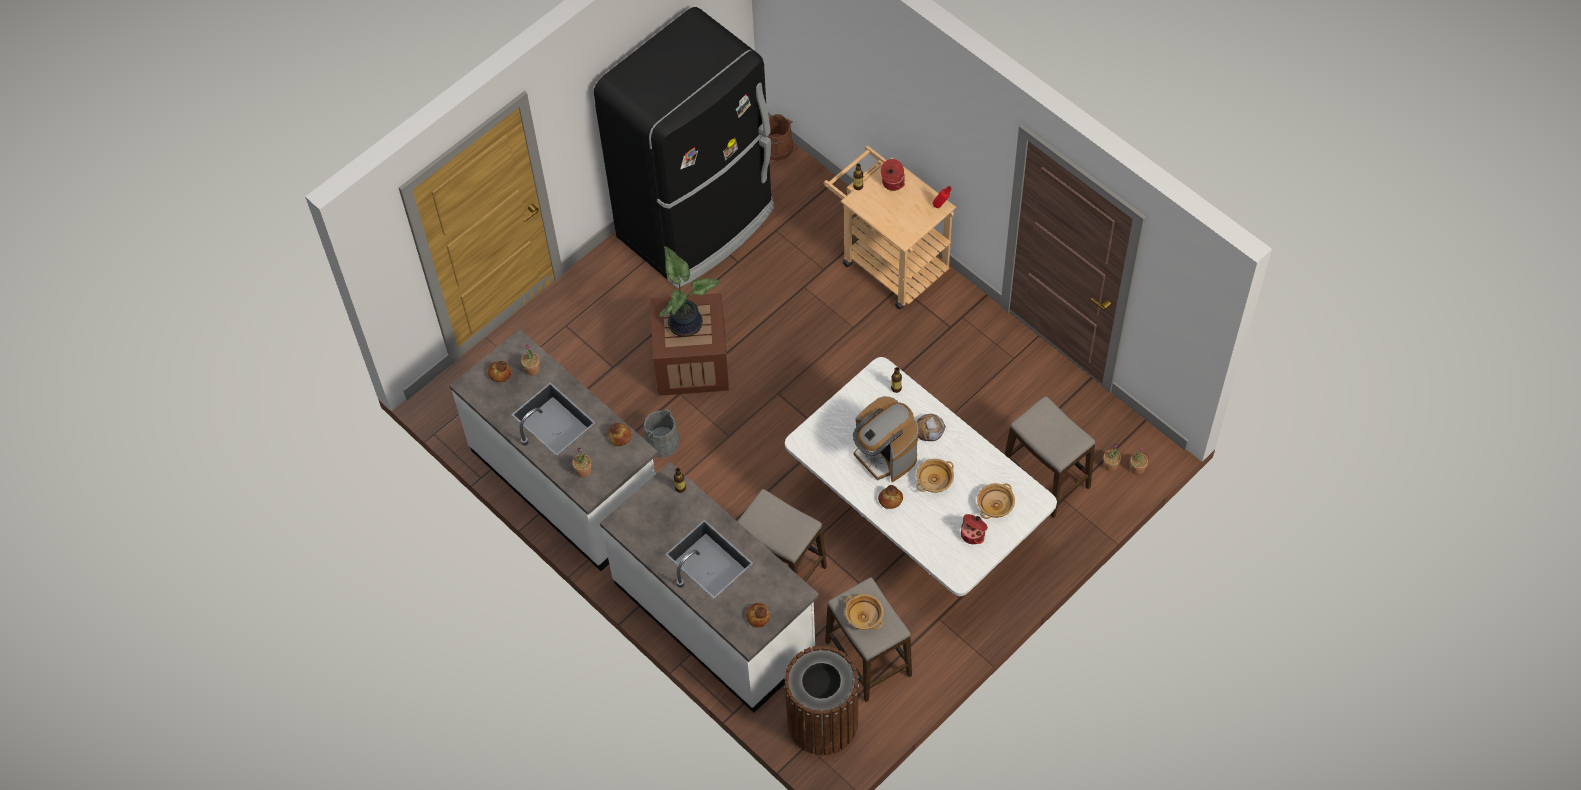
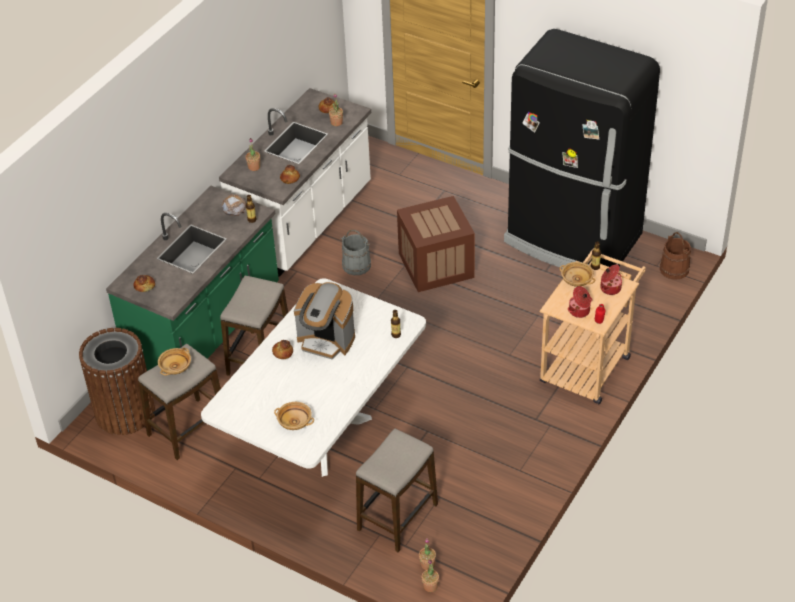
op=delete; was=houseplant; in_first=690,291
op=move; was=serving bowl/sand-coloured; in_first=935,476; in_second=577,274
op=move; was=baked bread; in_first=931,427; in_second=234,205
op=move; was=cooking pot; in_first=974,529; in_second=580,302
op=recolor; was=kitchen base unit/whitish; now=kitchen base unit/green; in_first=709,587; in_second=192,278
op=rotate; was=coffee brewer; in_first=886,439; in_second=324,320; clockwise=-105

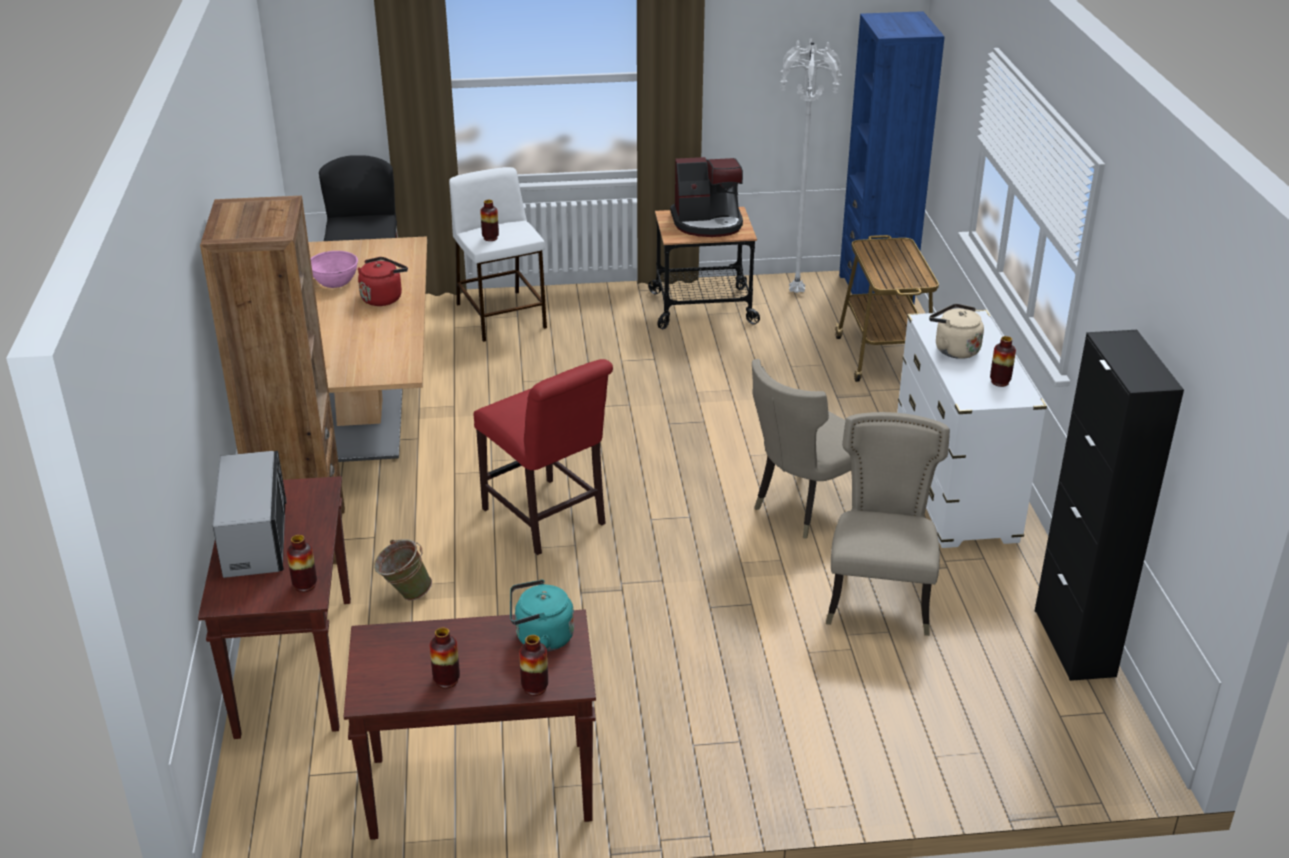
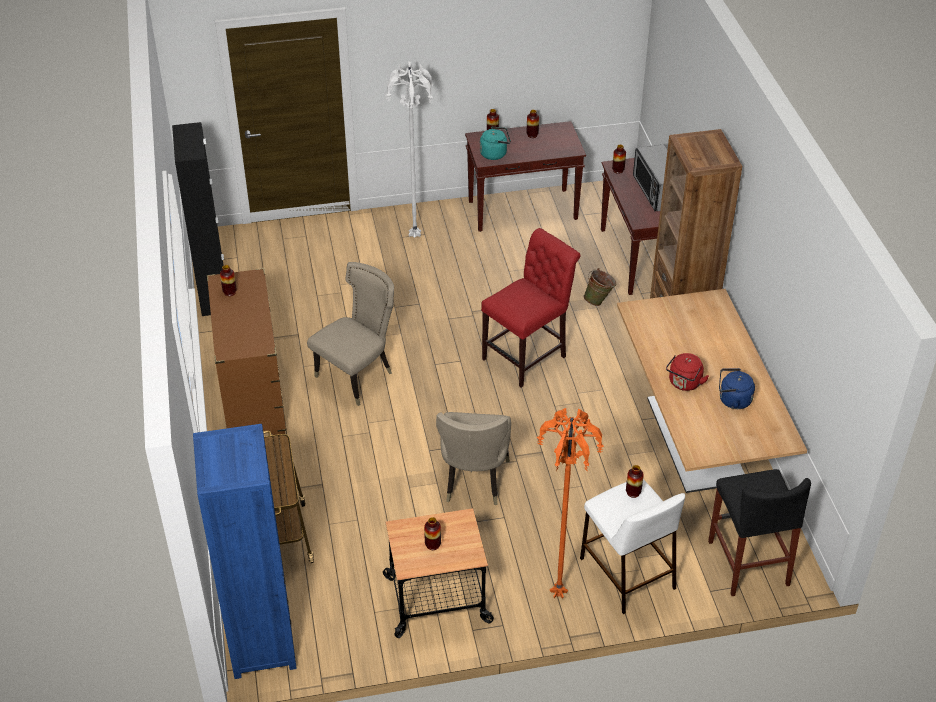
op=delete; was=water kettle/sand-coloured; in_first=956,331
op=insert; now=floor lamp/orange; in_second=570,503
op=move; was=floor lamp/whitish; in_first=811,166; in_second=409,150
op=move; was=chair/sand-coloured; in_first=888,524; in_second=473,458
op=replace; was=serving bowl/pink-coloured; now=water kettle/bluish; in_first=334,269; in_second=737,388
op=replace; was=coffee brewer; now=decorative vase; in_first=706,197; in_second=432,533
op=recolor; was=chest of drawers/whitish; now=chest of drawers/brown-coloured; in_first=972,429; in_second=246,351
op=rotate; was=chair/red-coloured; in_first=543,457; in_second=531,307; clockwise=90

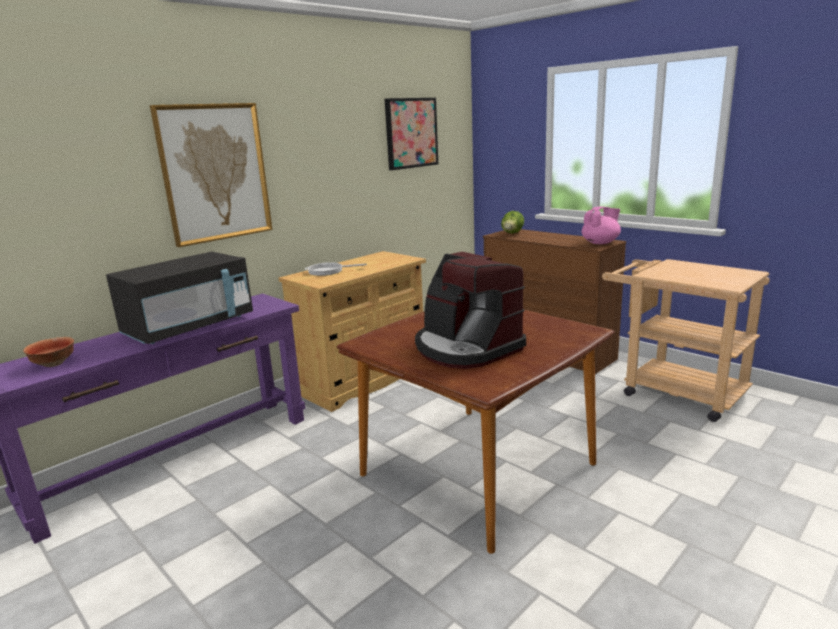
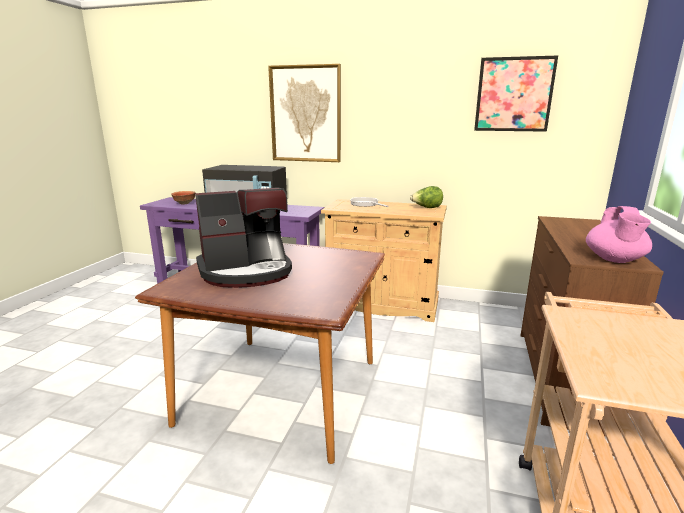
op=move; was=lettuce; in_first=512,222; in_second=426,197
op=rotate; was=coffee brewer; in_first=470,310; in_second=243,238; clockwise=-135
op=rotate; was=tea pot/pink-coloured; in_first=601,225; in_second=619,234; clockwise=75

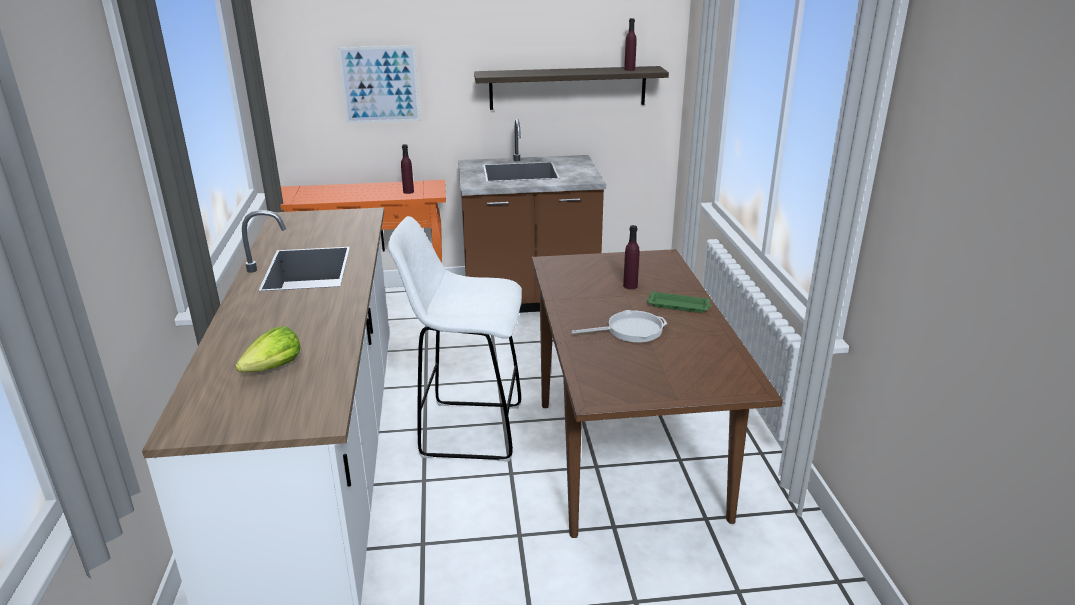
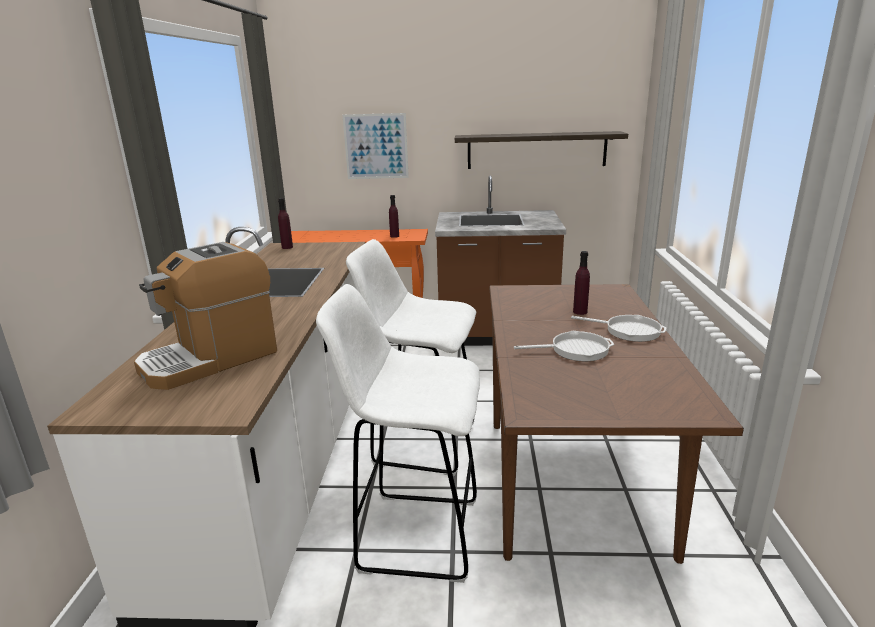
op=insert; now=stool seat/whitish; in_second=398,433
op=move; was=bottle/purplish; in_first=630,44; in_second=285,223
op=replace; was=lettuce; now=coffee brewer; in_first=268,349; in_second=205,316
op=replace; was=tray/green; now=skillet; in_first=679,302; in_second=618,328

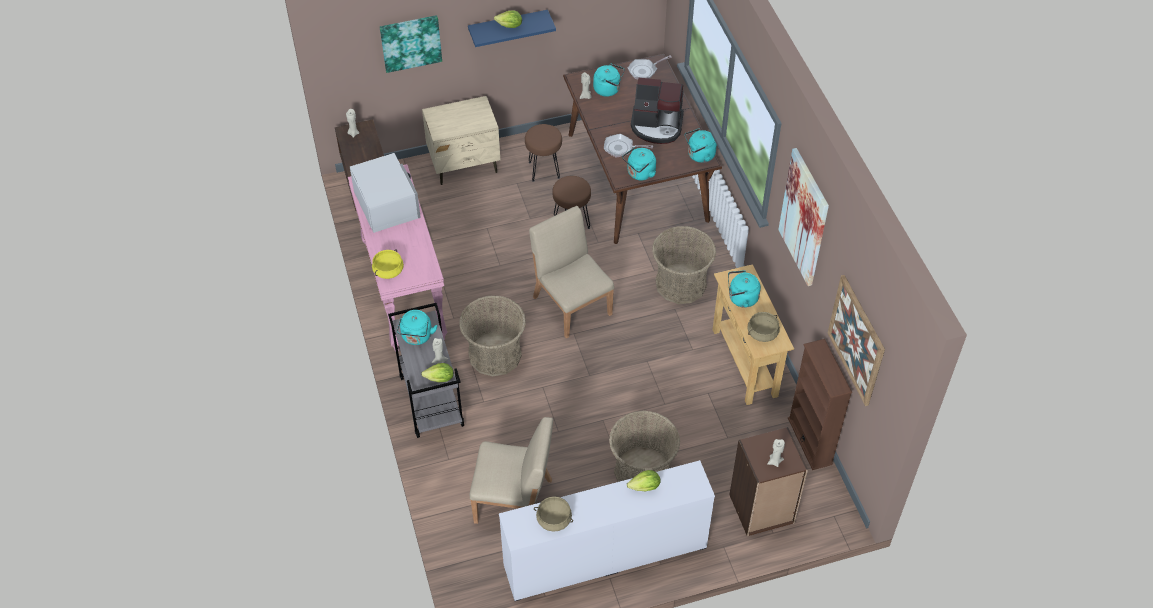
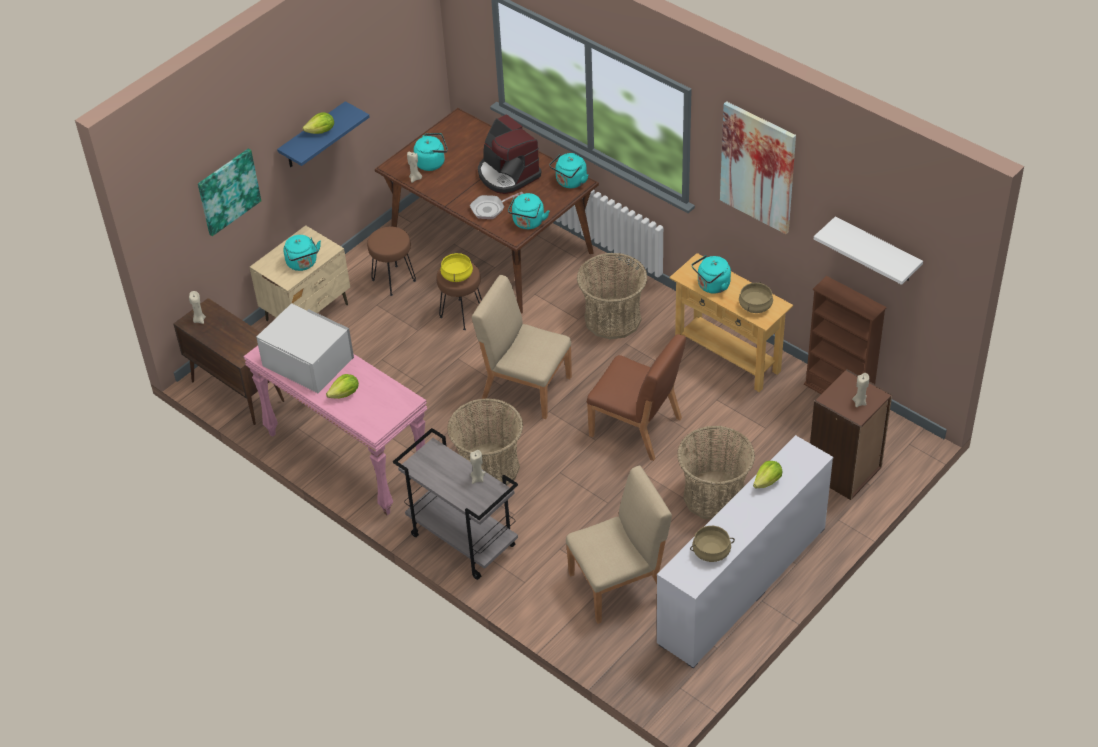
op=delete; was=skillet; in_first=650,67
op=insert; now=chair/brown-coloured; in_second=636,397
op=move; was=cooking pot/yellowish; in_first=388,264; in_second=456,267
op=move; was=water kettle/turquoise-coloured; in_first=417,327; in_second=302,253
op=move; was=lettuce; in_first=437,372; in_second=342,386
op=replace; was=wall art; now=wall shelf/whitish; in_first=856,340; in_second=868,251
op=rotate; was=coffee brewer; in_first=657,111; in_second=509,154; clockwise=75

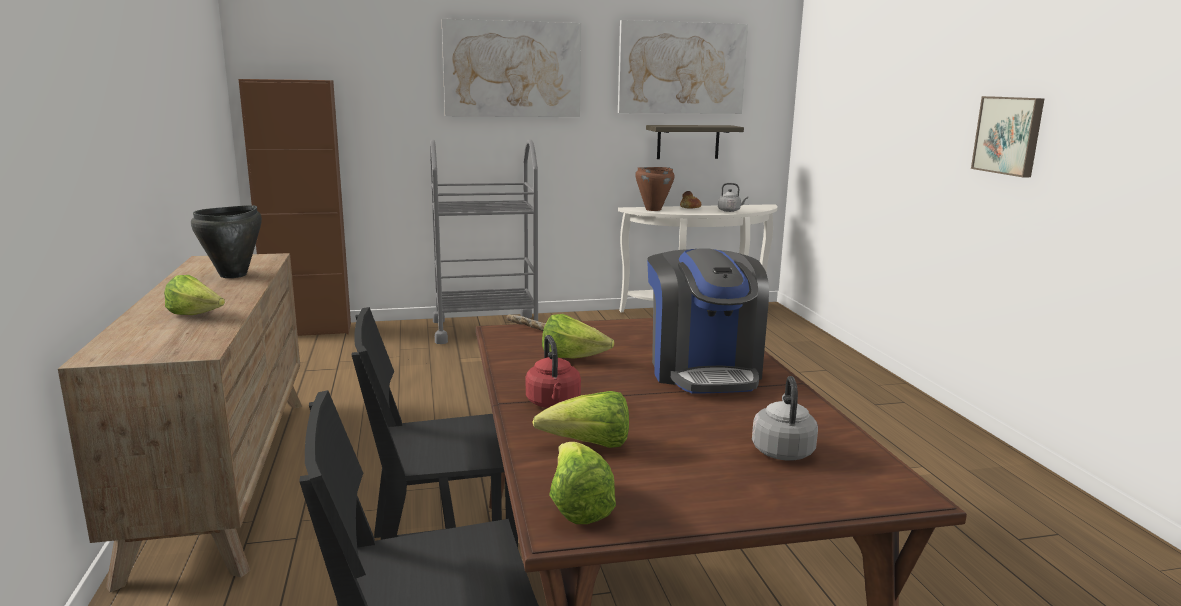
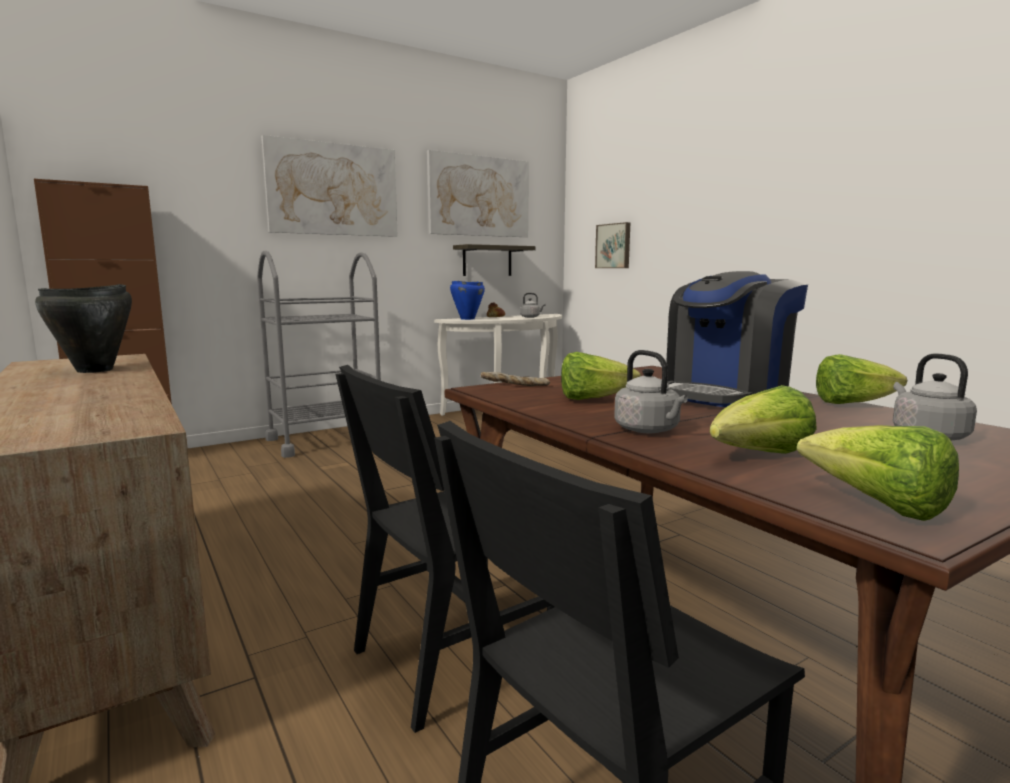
op=move; was=lettuce; in_first=194,295; in_second=861,379
op=move; was=wall art; in_first=1007,136; in_second=612,245
op=recolor; was=water kettle/red-coloured; now=water kettle/gray; in_first=553,371; in_second=651,391
op=recolor; was=cooking pot/brown-coloured; now=cooking pot/bluish; in_first=655,189; in_second=467,300
op=rotate; was=coffee brewer; in_first=708,321; in_second=737,339; clockwise=75

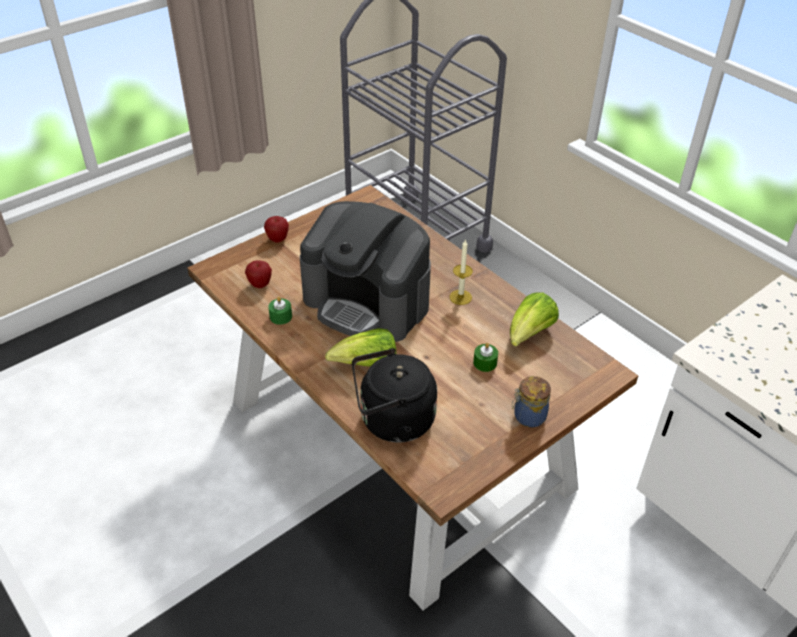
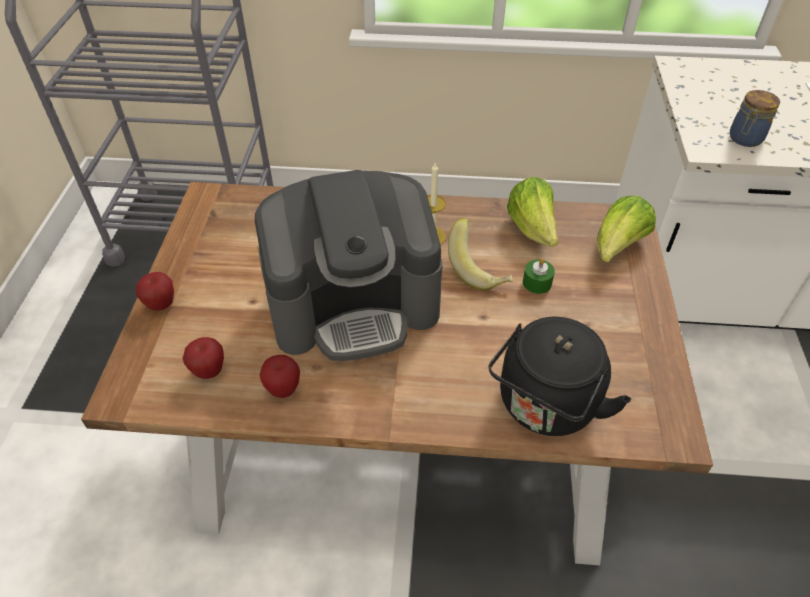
op=insert; now=banana; in_second=480,254
op=move; was=lettuce; in_first=360,347; in_second=626,229
op=move; was=jar; in_first=531,401; in_second=755,118
op=replace; was=wax light/green; now=apple fruit; in_first=280,310; in_second=280,376

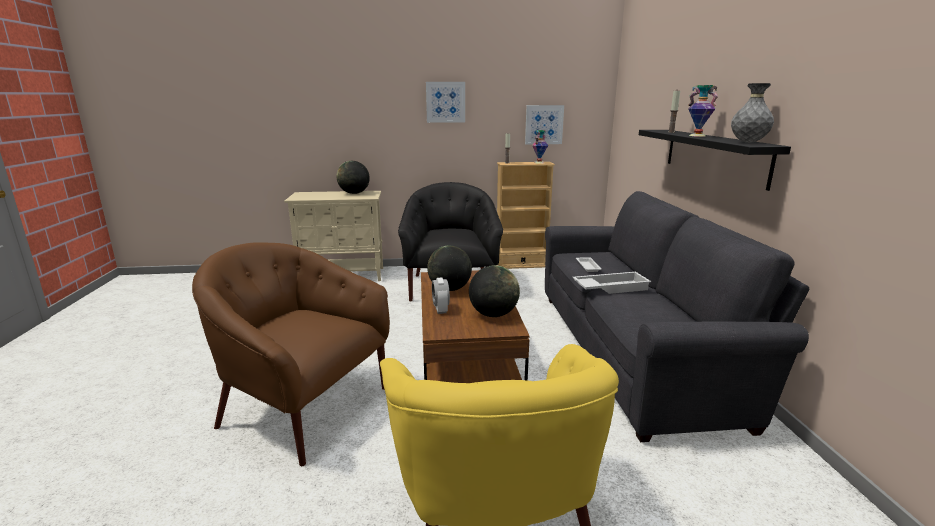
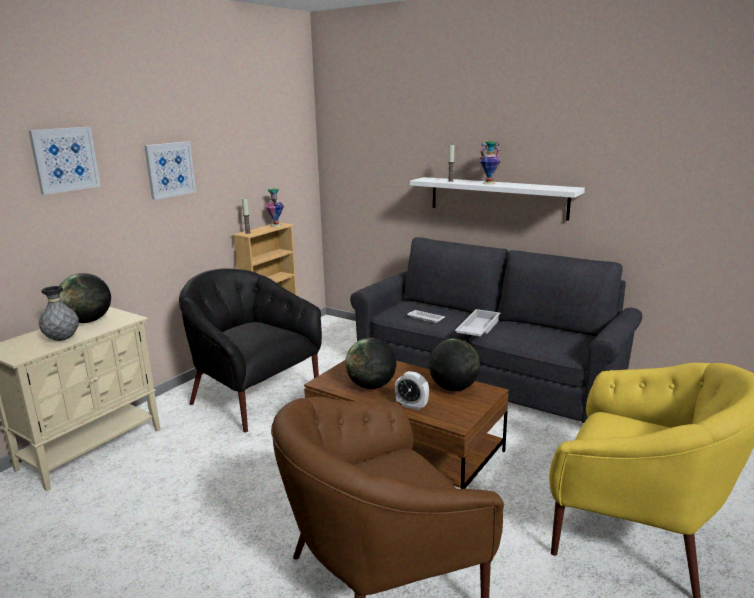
op=move; was=wall art; in_first=544,124; in_second=64,161
op=move; was=decorative vase/gray; in_first=752,113; in_second=59,313
op=recolor; was=wall shelf/blackish; now=wall shelf/whitish; in_first=715,160; in_second=497,199

